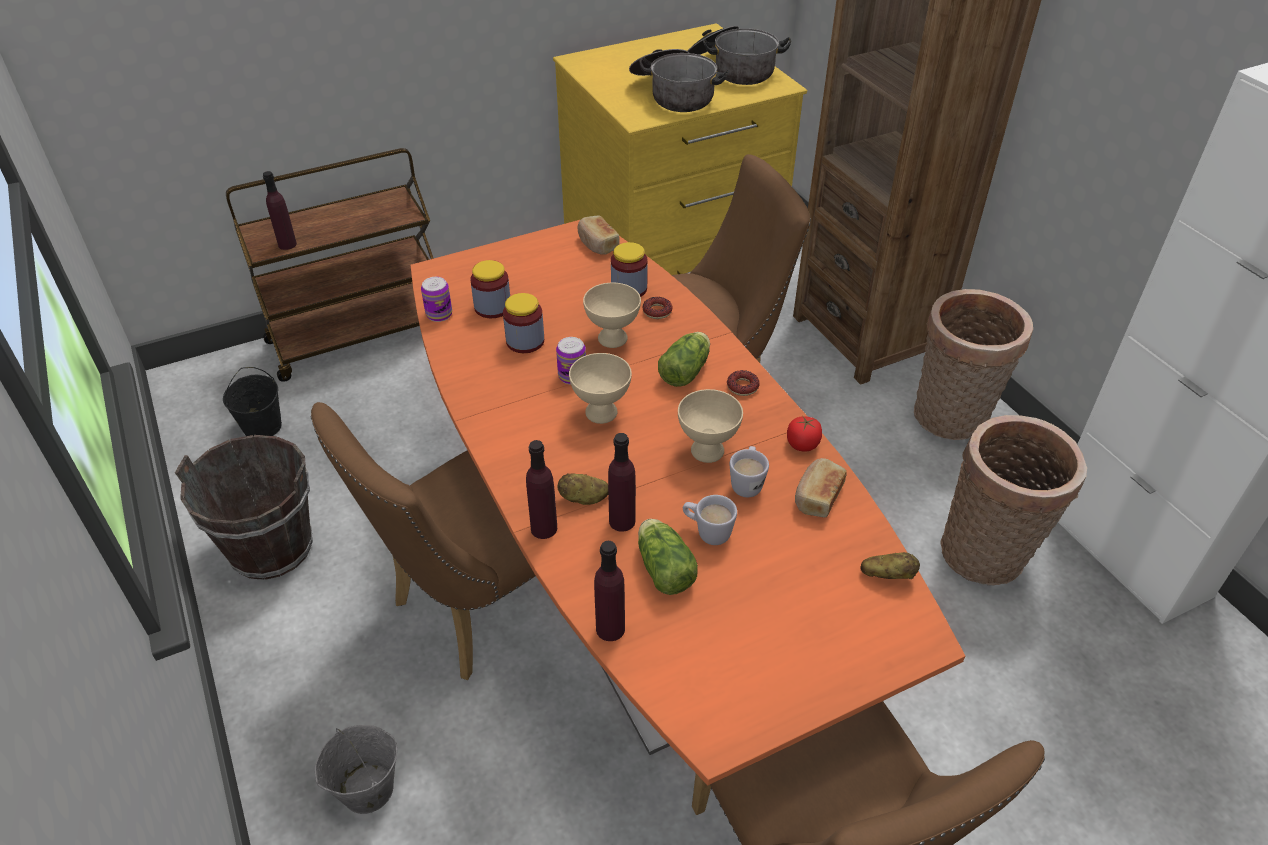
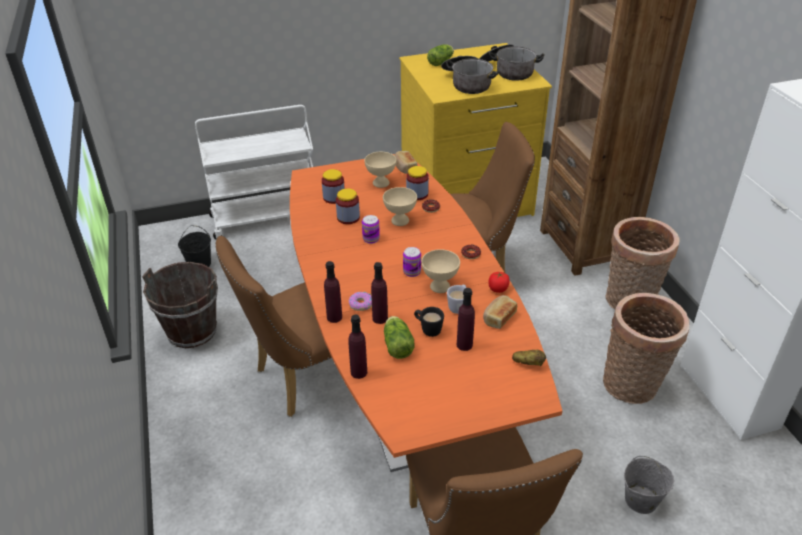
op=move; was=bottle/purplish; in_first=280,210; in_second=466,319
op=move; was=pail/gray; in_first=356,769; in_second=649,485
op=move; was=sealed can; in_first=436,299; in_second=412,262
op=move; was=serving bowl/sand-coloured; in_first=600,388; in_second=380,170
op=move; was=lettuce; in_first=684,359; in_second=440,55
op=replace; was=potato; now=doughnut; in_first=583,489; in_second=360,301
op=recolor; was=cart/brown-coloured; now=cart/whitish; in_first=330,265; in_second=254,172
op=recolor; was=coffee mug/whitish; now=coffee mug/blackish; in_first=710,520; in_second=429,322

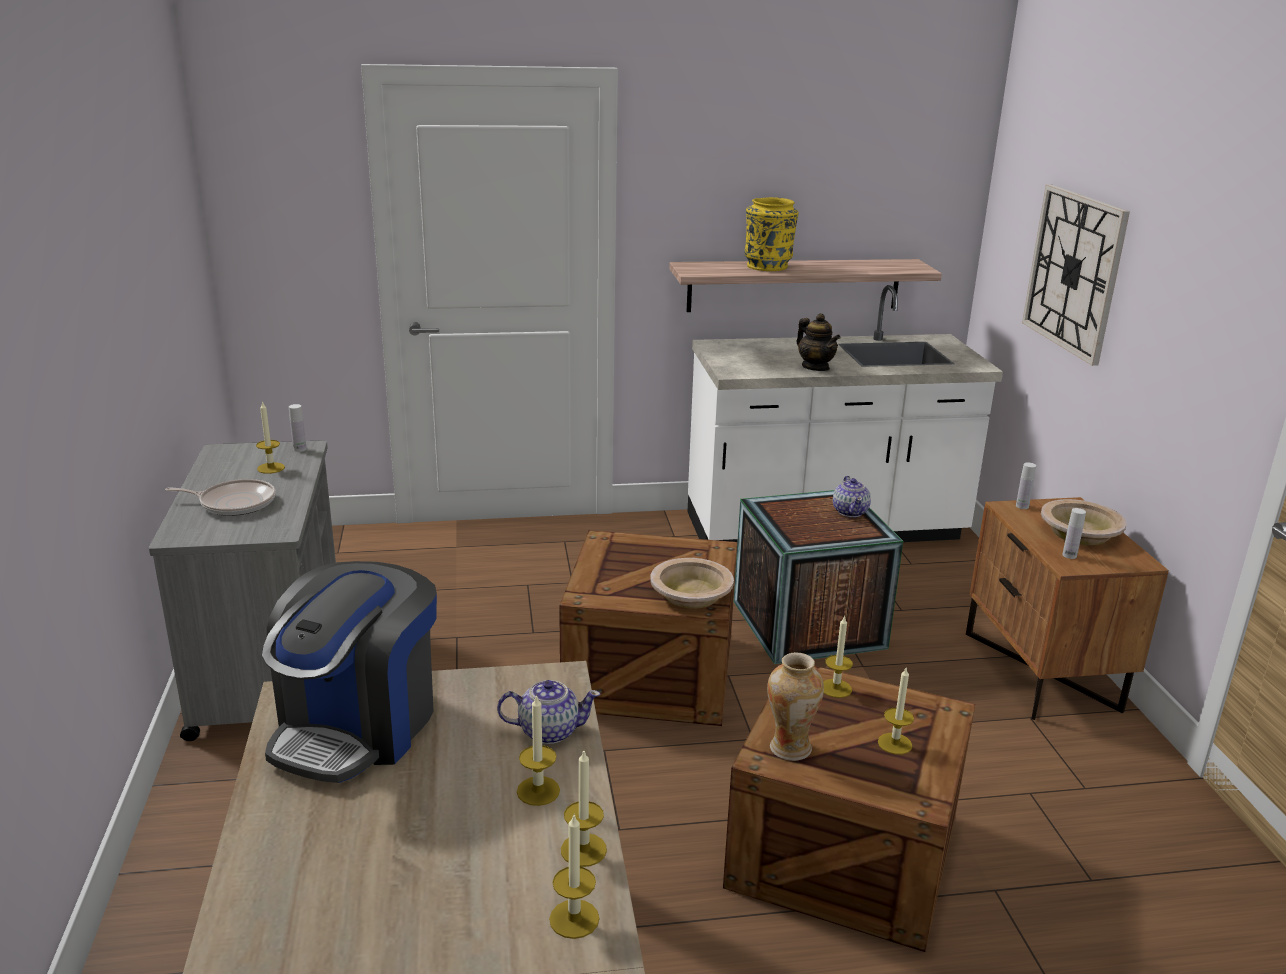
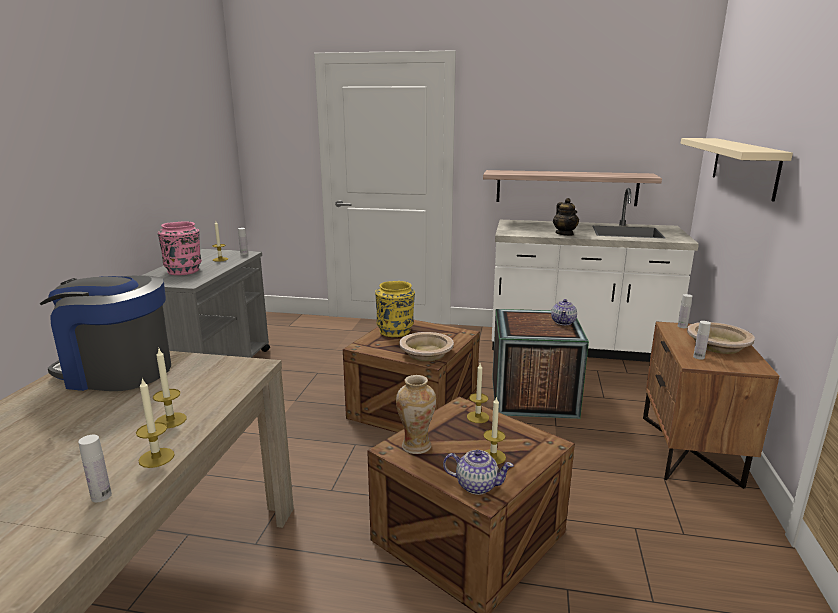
op=move; was=tea pot; in_first=548,712; in_second=478,472
op=move; was=decorative vase/yellowish; in_first=771,234; in_second=395,309
op=replace; was=skillet; now=decorative vase/pink-coloured; in_first=220,497; in_second=180,248
op=replace; was=wax light; now=bottle/whitish; in_first=574,876; in_second=95,468
op=replace; was=hanging clock; now=wall shelf/sand-coloured; in_first=1076,275; in_second=737,169
op=rotate; was=coffee brewer; in_first=349,672; in_second=105,333; clockwise=60

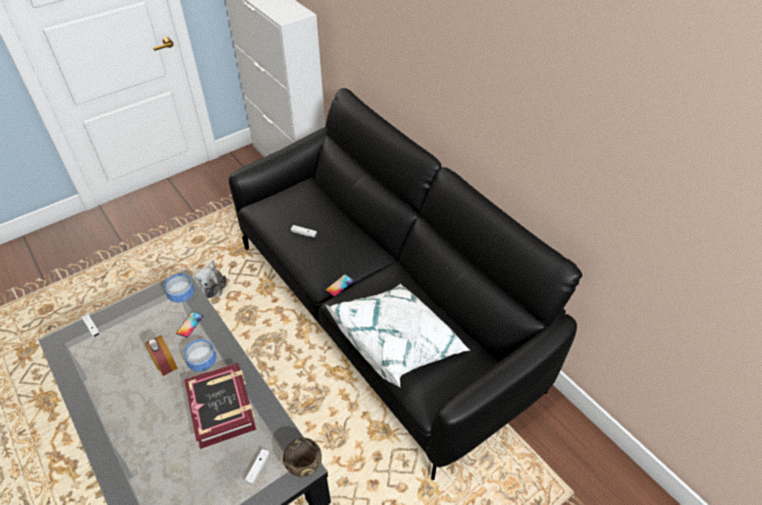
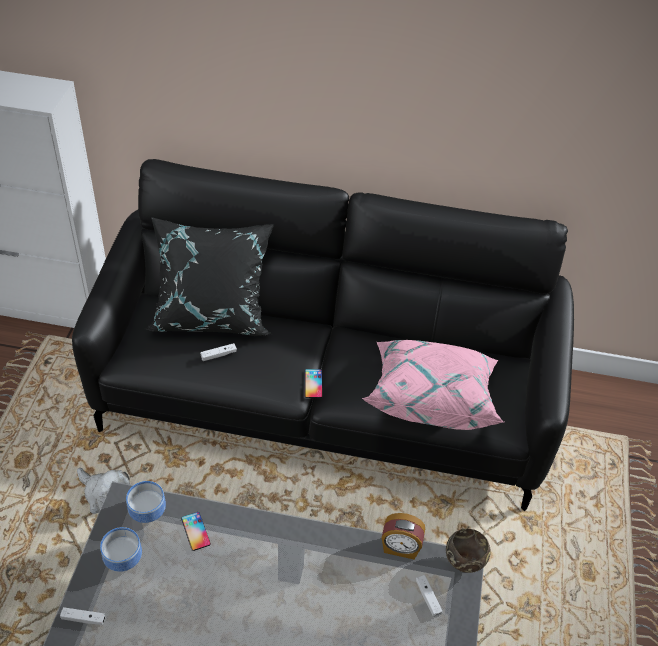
op=delete; was=bound book; in_first=220,406
op=insert; now=cushion/blackish; in_second=209,276
op=move; was=bedside clock; in_first=161,355; in_second=403,536
op=move; was=serving bowl; in_first=200,355; in_second=121,549
op=recolor; was=cushion/whitish; now=cushion/pink-coloured; in_first=398,335; in_second=433,385

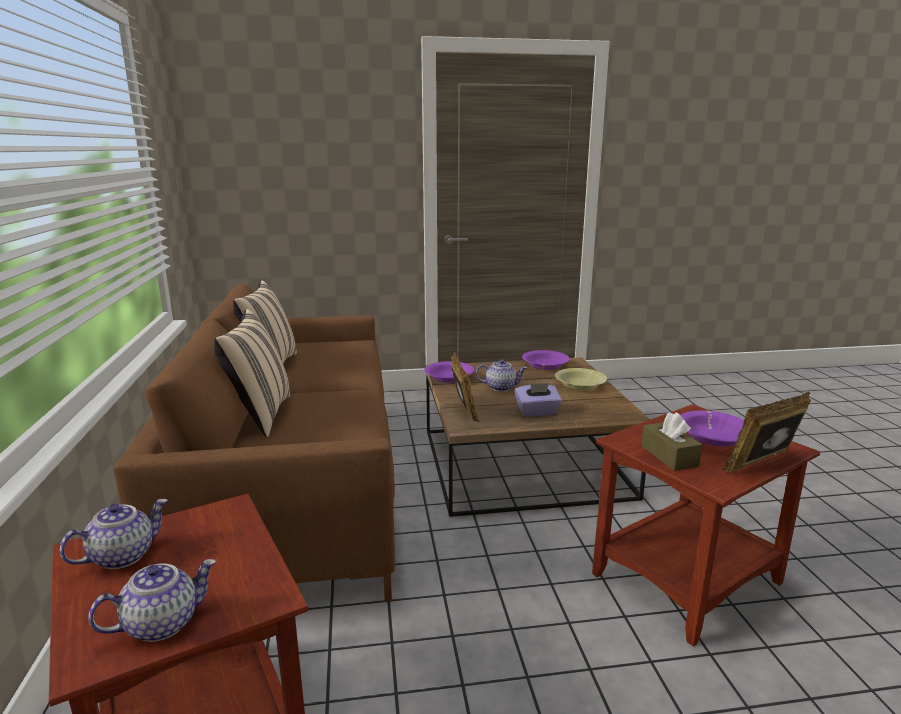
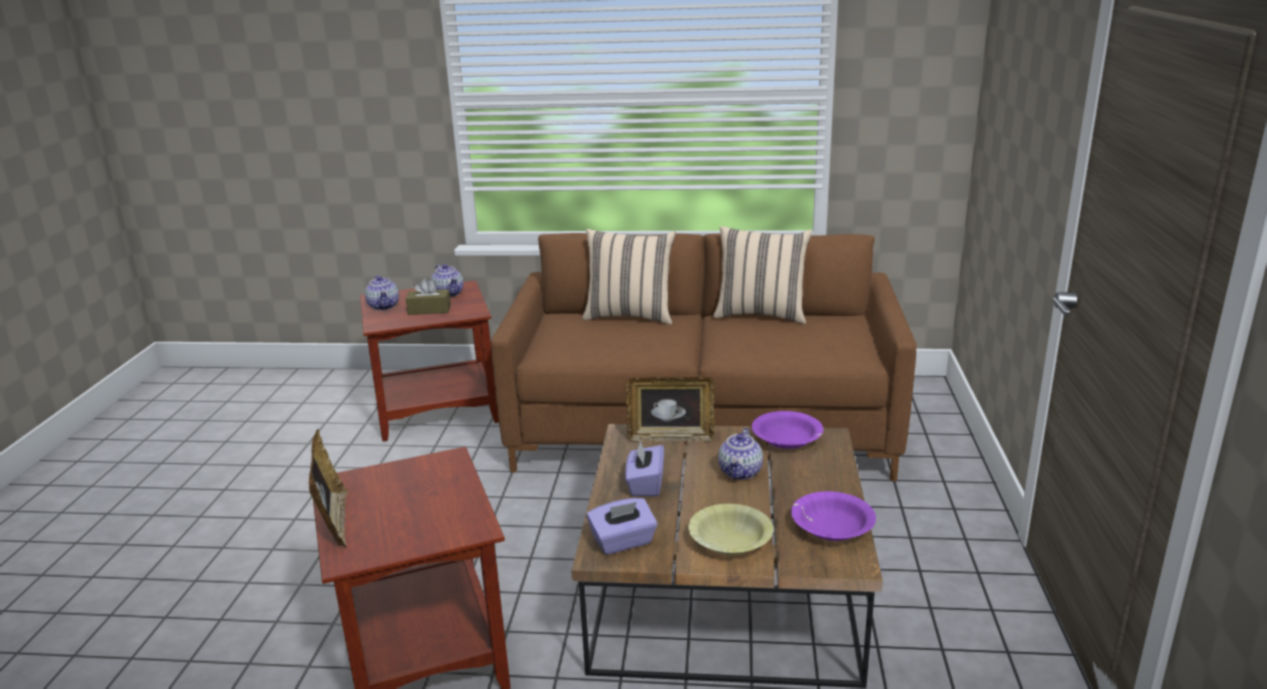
op=delete; was=serving bowl/purplish; in_first=712,428
op=insert; now=tissue box/purplish; in_second=622,526
op=move; was=tissue box/brown-coloured; in_first=671,441; in_second=428,296

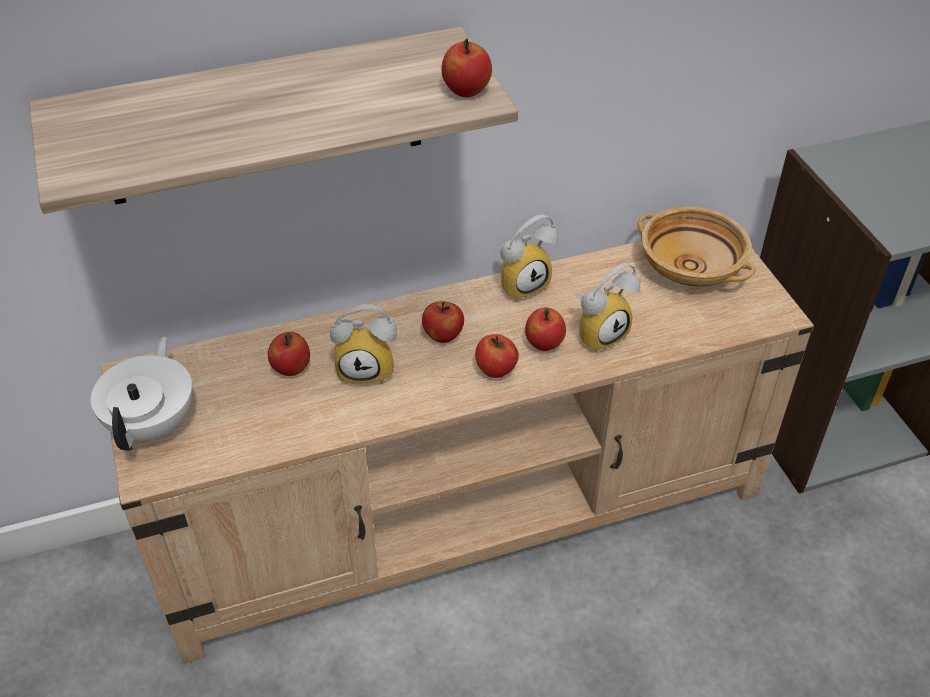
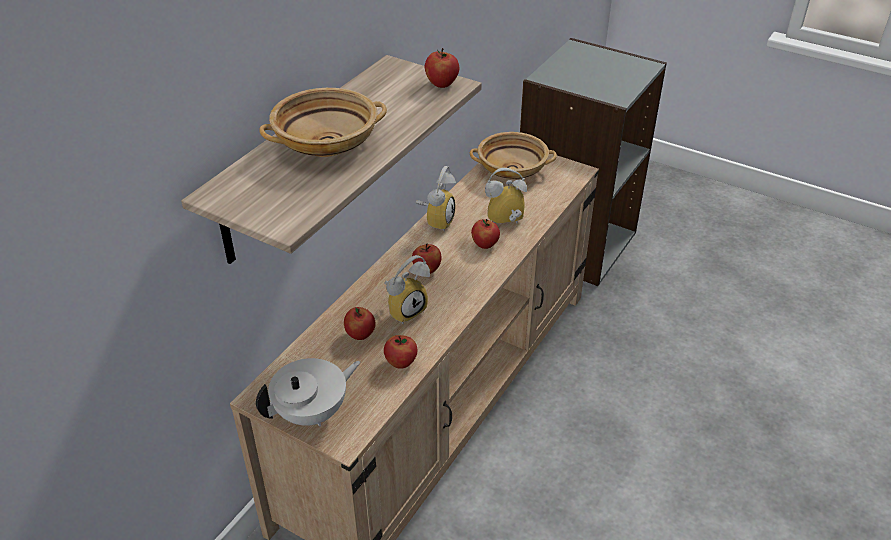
op=insert; now=serving bowl/sand-coloured; in_second=323,122
op=move; was=apple fruit; in_first=497,356; in_second=401,352
op=rotate; was=tea pot/whitish; in_first=142,393; in_second=308,392; clockwise=90
op=rotate; was=bedside clock; in_first=608,308; in_second=506,196; clockwise=-120

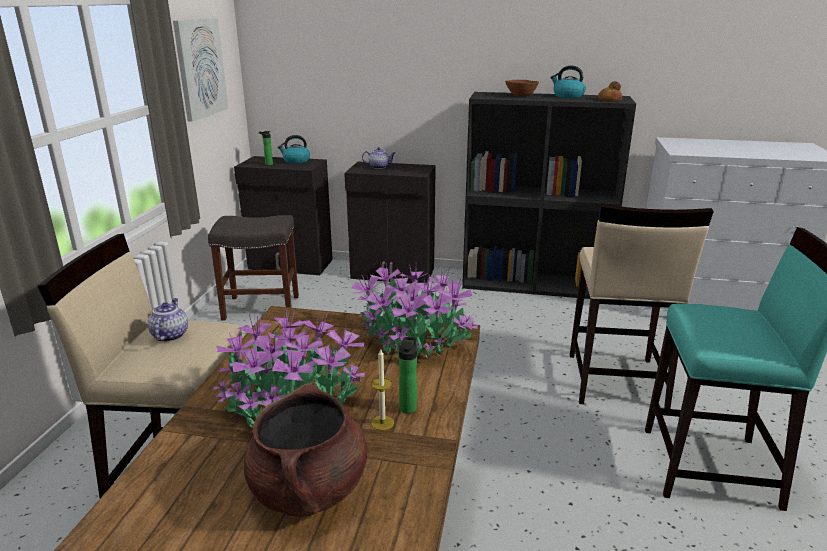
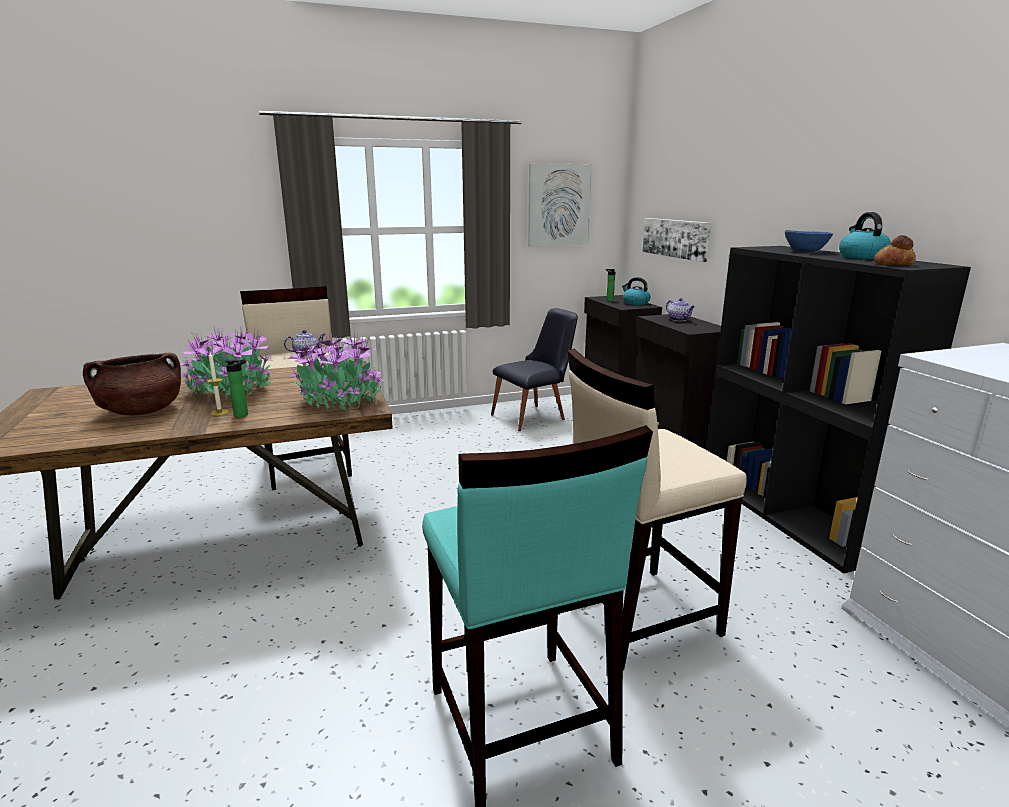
op=insert; now=wall art; in_second=677,240
op=replace; was=stool seat/gray; now=chair/blackish; in_first=253,268; in_second=534,369
op=recolor; was=serving bowl/brown-coloured; now=serving bowl/bluish; in_first=522,88; in_second=809,241

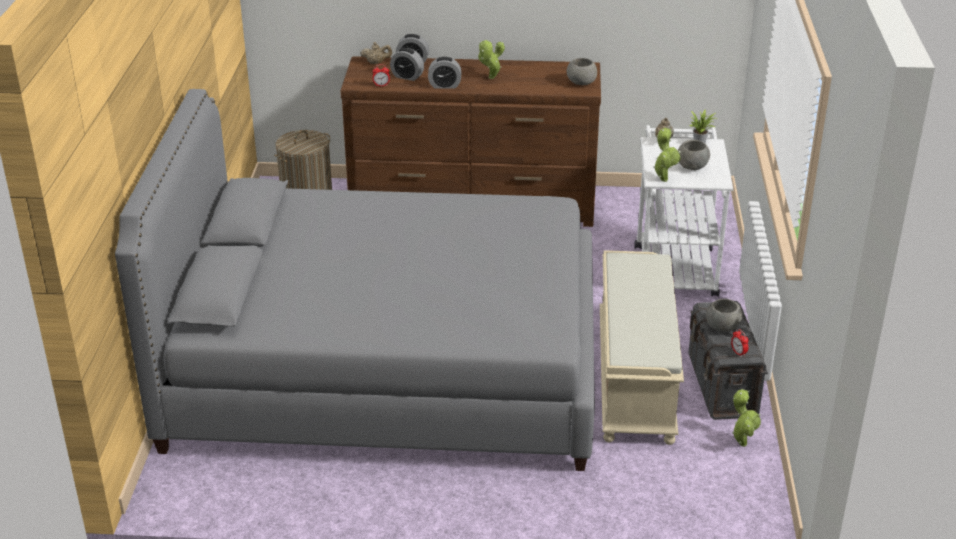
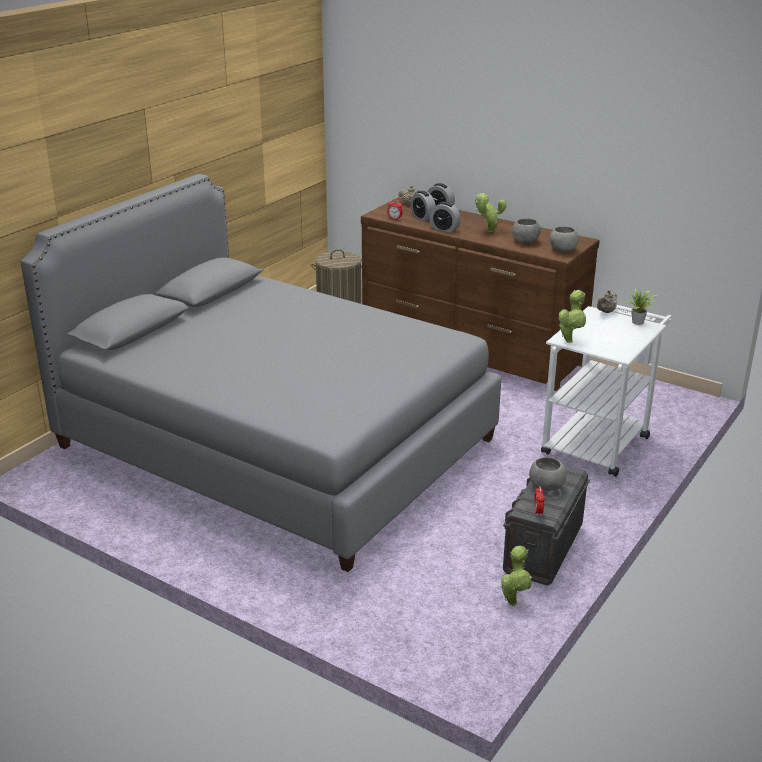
op=delete; was=bench/sand-coloured; in_first=642,347
op=move; was=serving bowl/gray; in_first=694,155; in_second=526,231

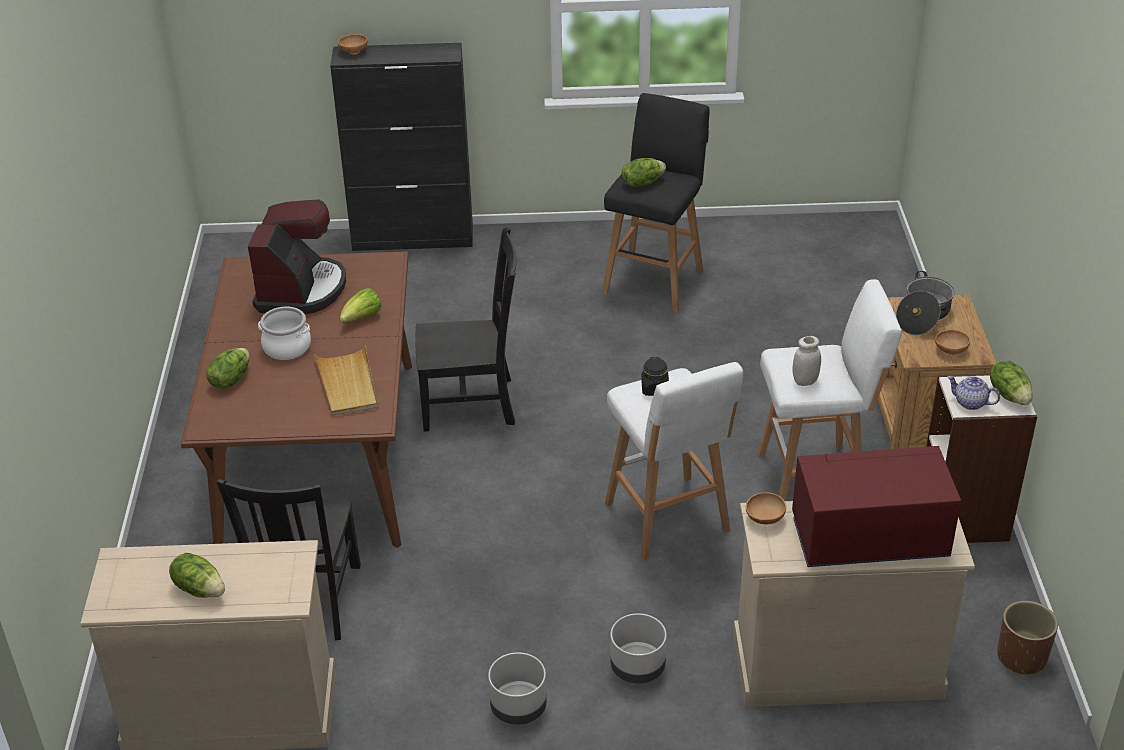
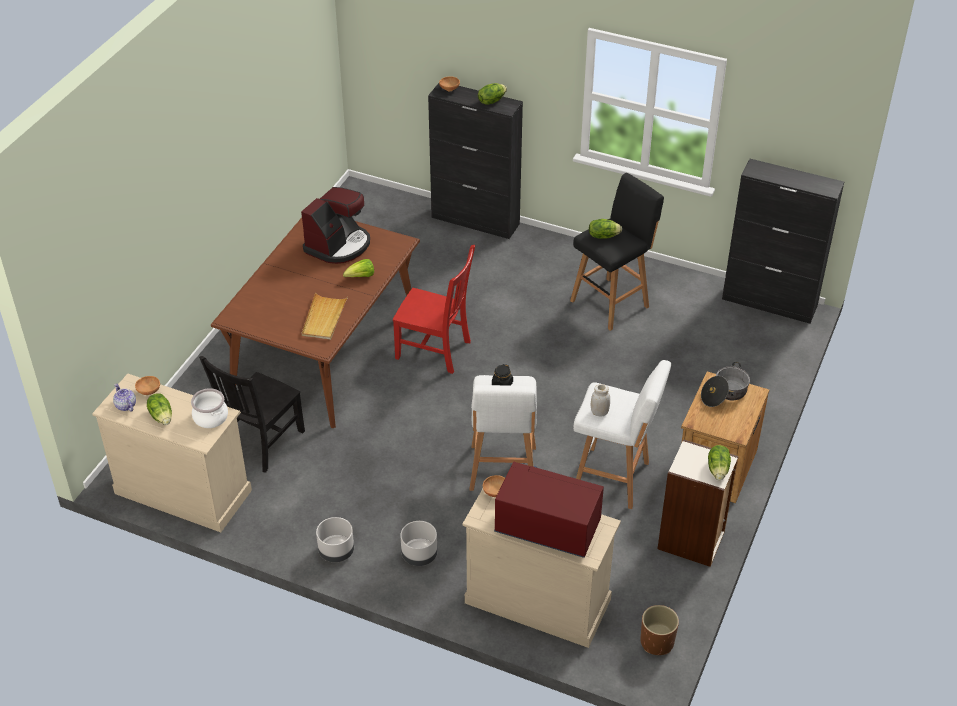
op=insert; now=cupboard/blackish; in_second=783,241
op=move; was=lettuce; in_first=228,368; in_second=492,94
op=move; was=cooking pot; in_first=284,333; in_second=209,408
op=move; was=serving bowl/brown-coloured; in_first=952,342; in_second=147,385
op=move; was=tea pot; in_first=974,393; in_second=124,398
op=recolor; was=chair/blackish; now=chair/red-coloured; in_first=466,329; in_second=434,309

